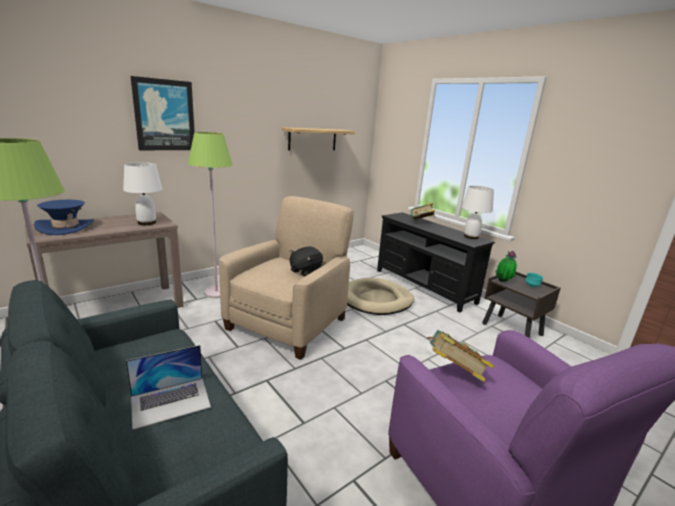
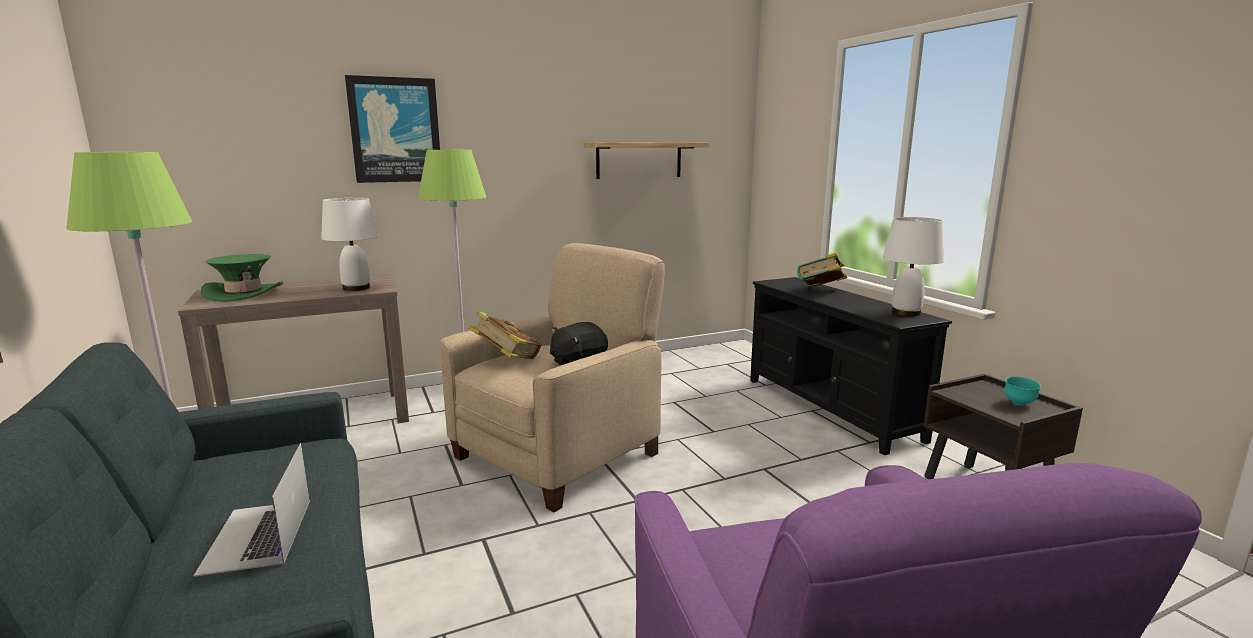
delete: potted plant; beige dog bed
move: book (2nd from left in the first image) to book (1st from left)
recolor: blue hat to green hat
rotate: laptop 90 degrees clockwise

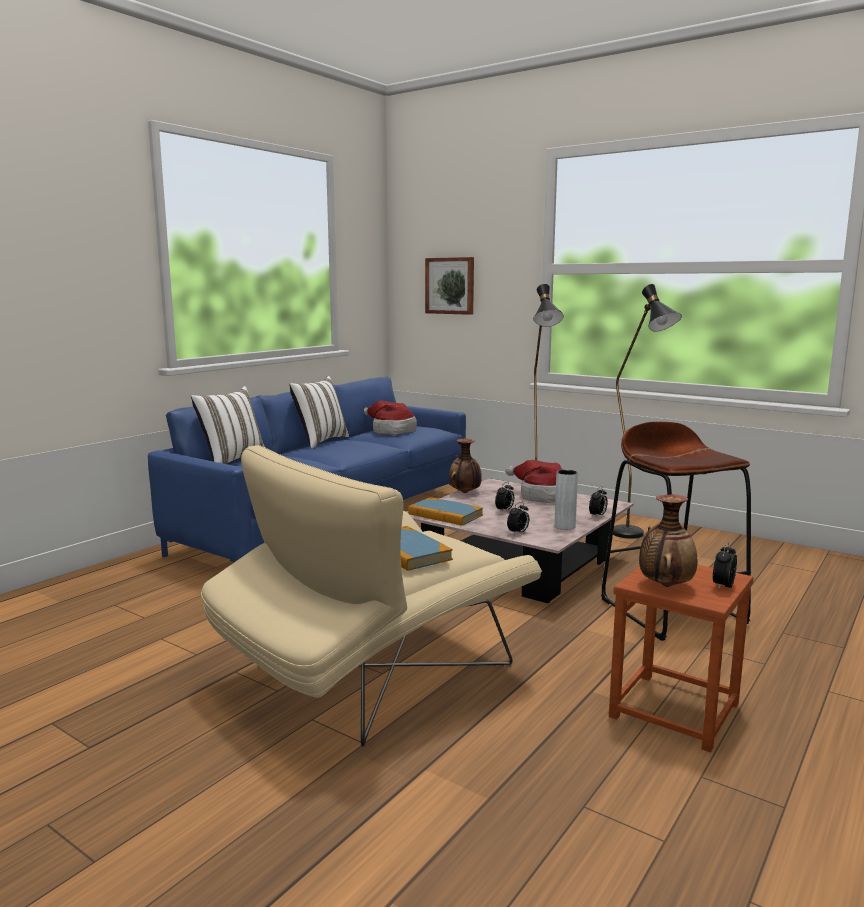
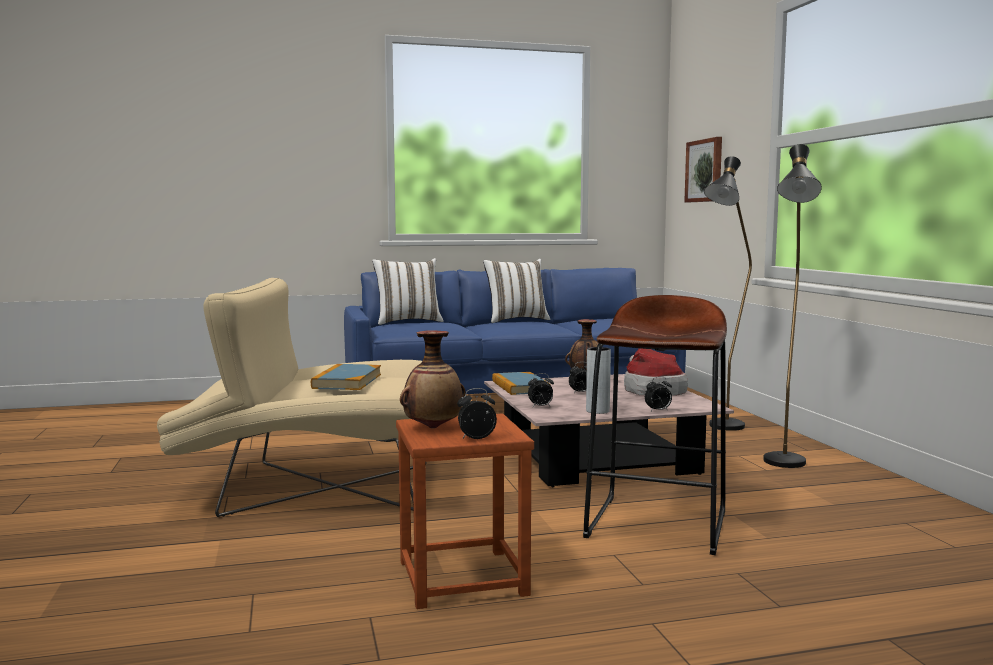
delete: hat (1st from left)

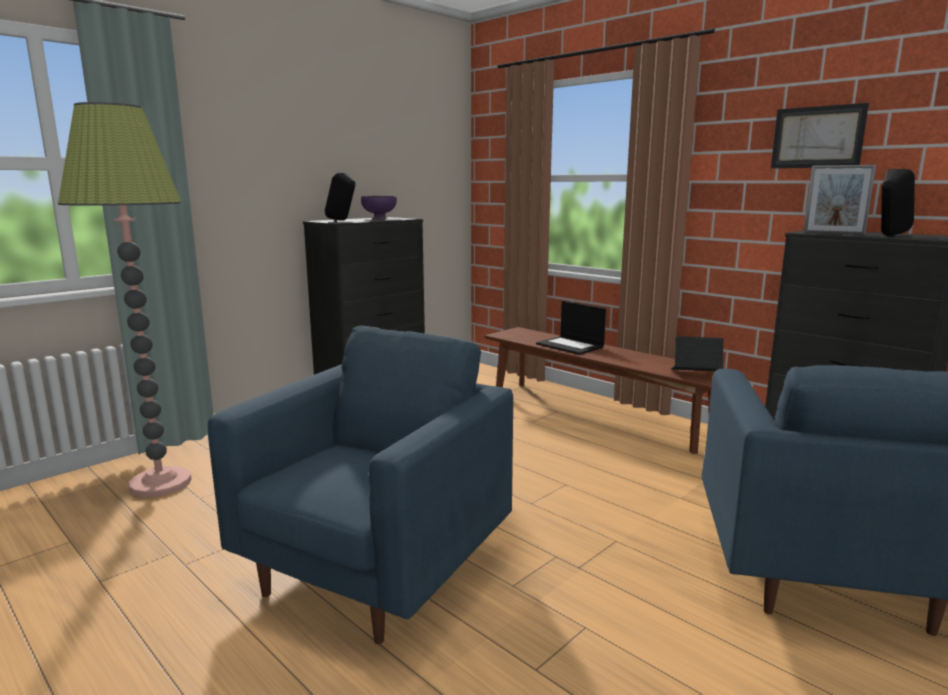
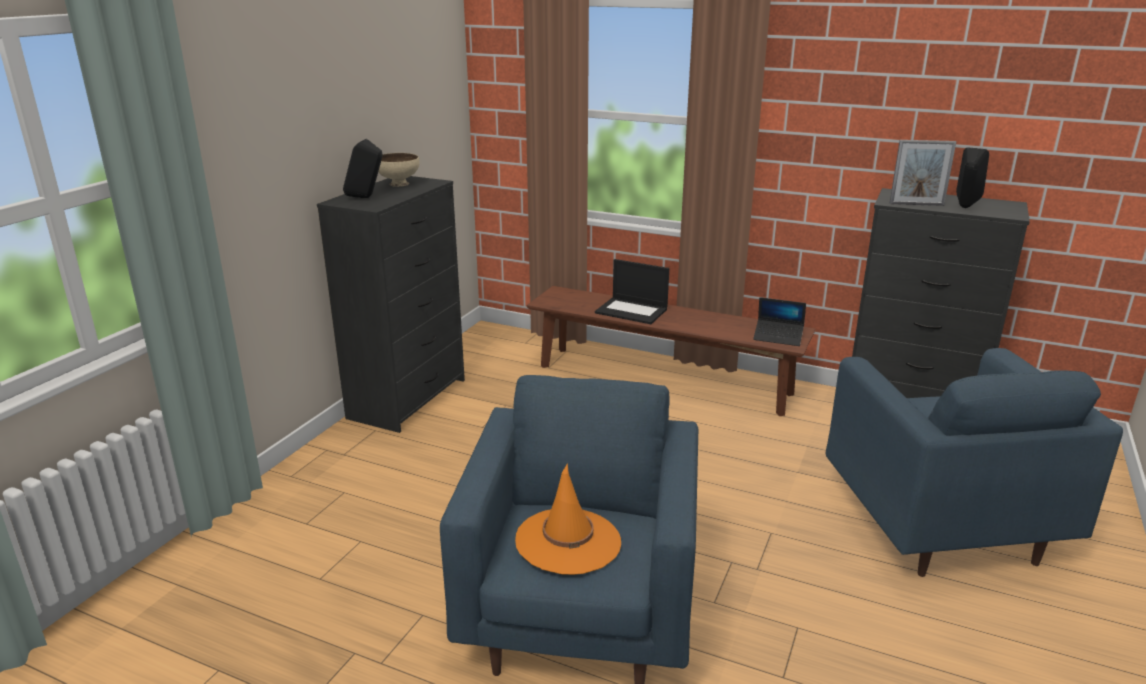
delete: floor lamp; picture
insert: orange hat
recolor: purple bowl to beige bowl
rotate: laptop (2nd from left) 150 degrees counterclockwise

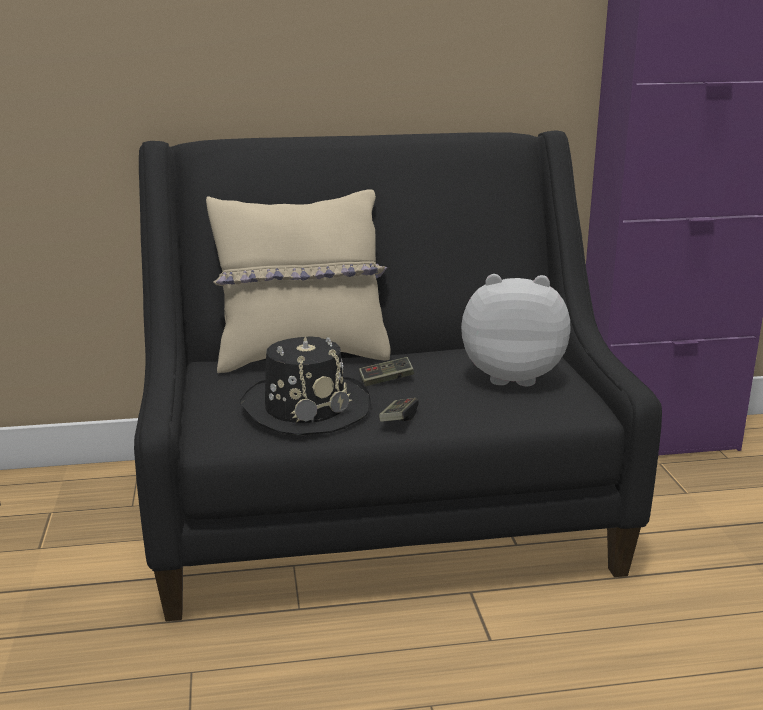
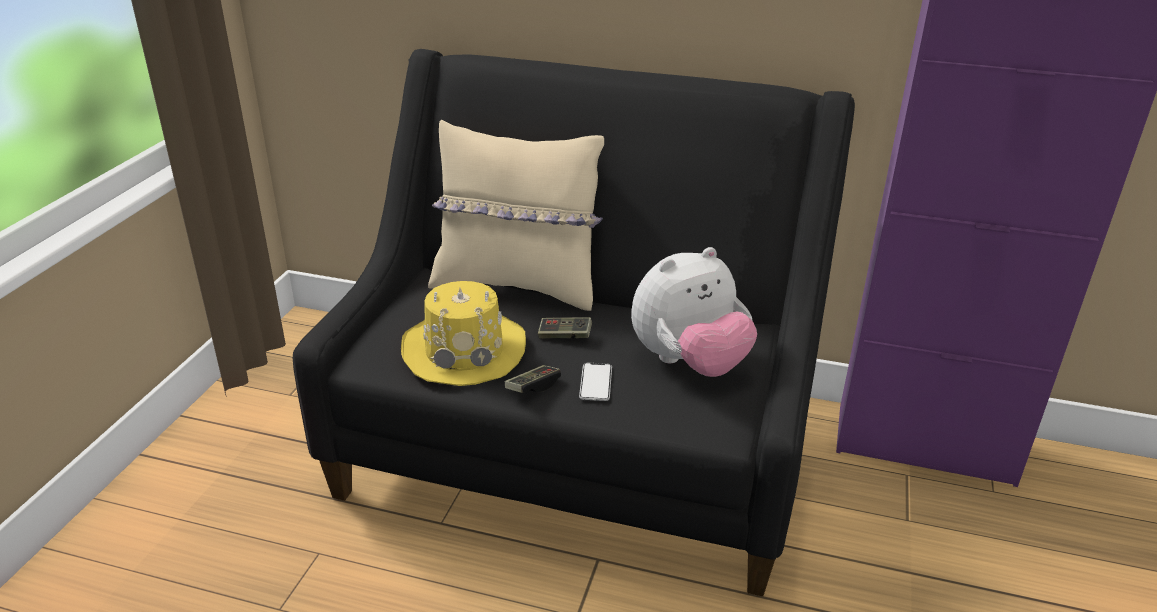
insert: phone
recolor: black hat to yellow hat
rotate: plush toy 120 degrees clockwise

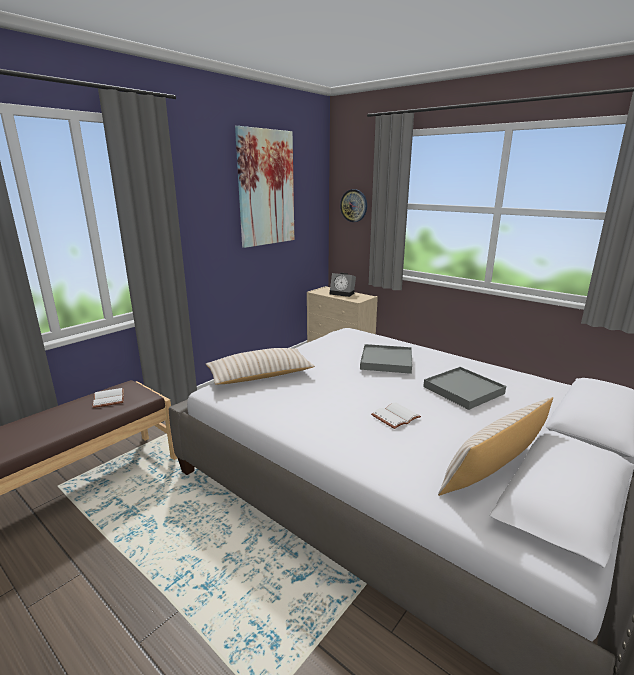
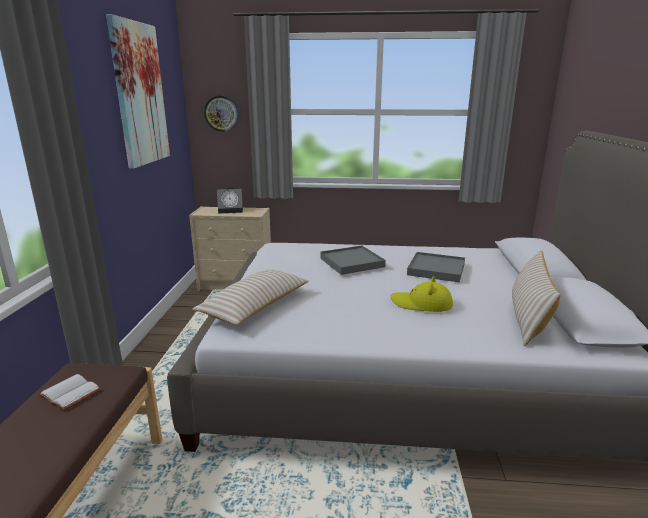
replace: white book (2nd from left) to yellow hat

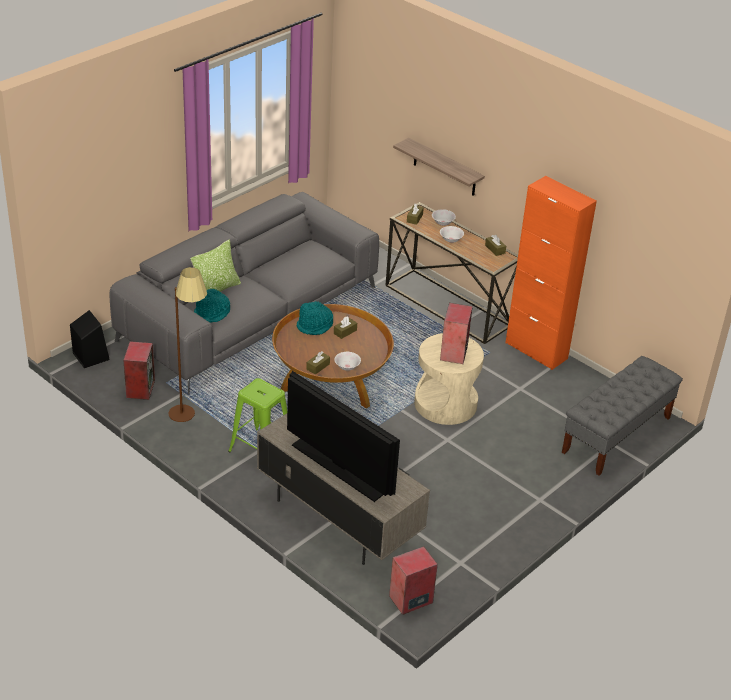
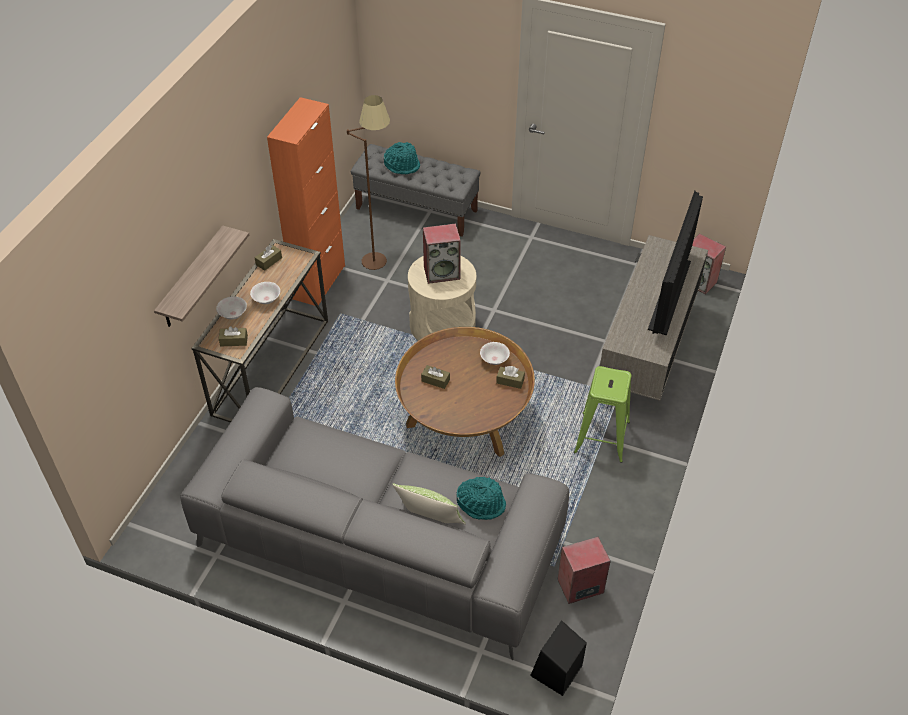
move: brown floor lamp; turquoise hat (2nd from left in the first image) to turquoise hat (1st from left)

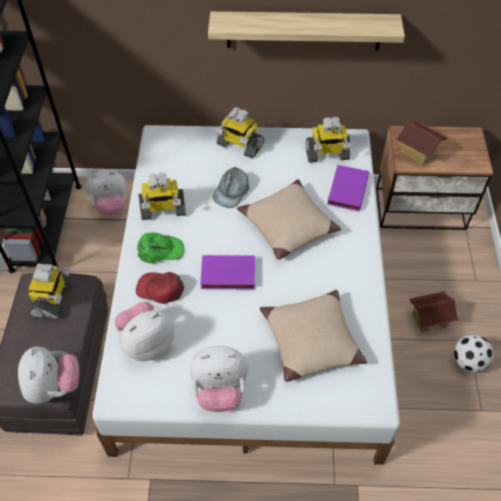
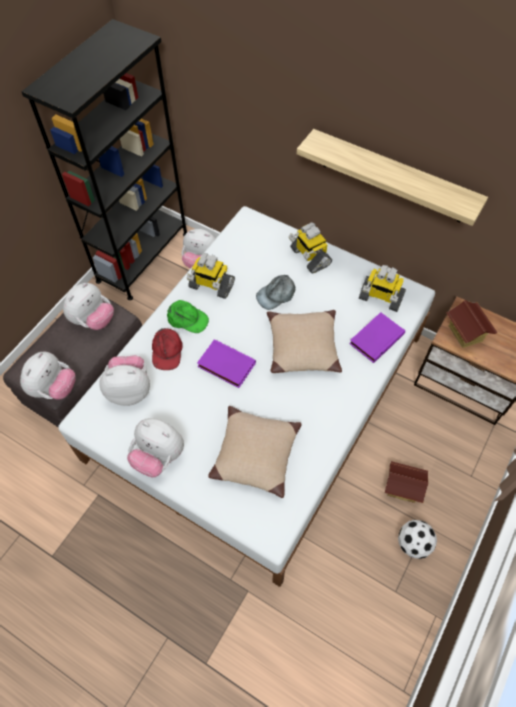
replace: toy robot (1st from left) to plush toy (2nd from left)
rotate: red cap 135 degrees counterclockwise

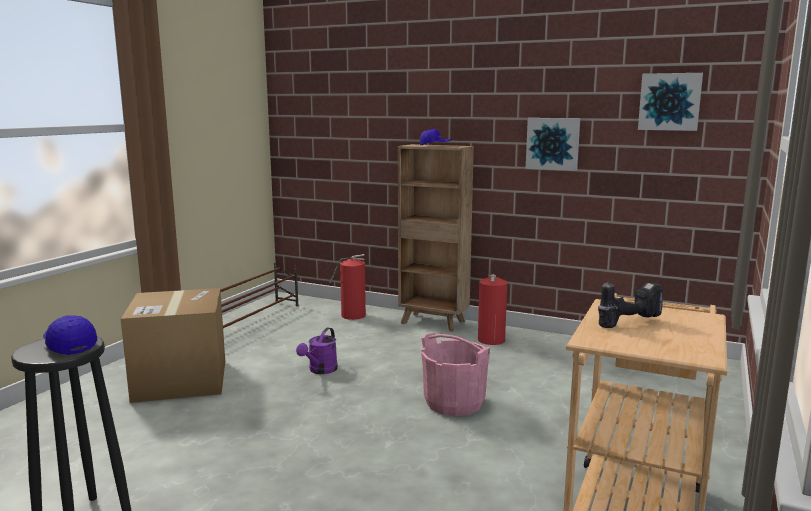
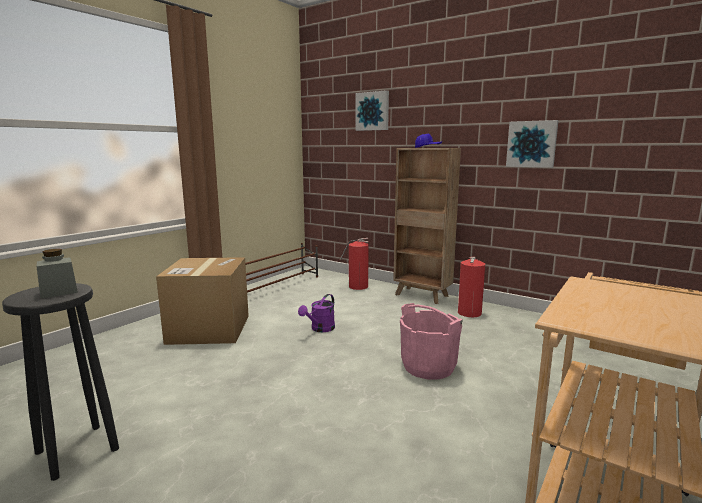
delete: power drill
move: picture (2nd from left in the first image) to picture (1st from left)
replace: blue cap (1st from left) to grey jar

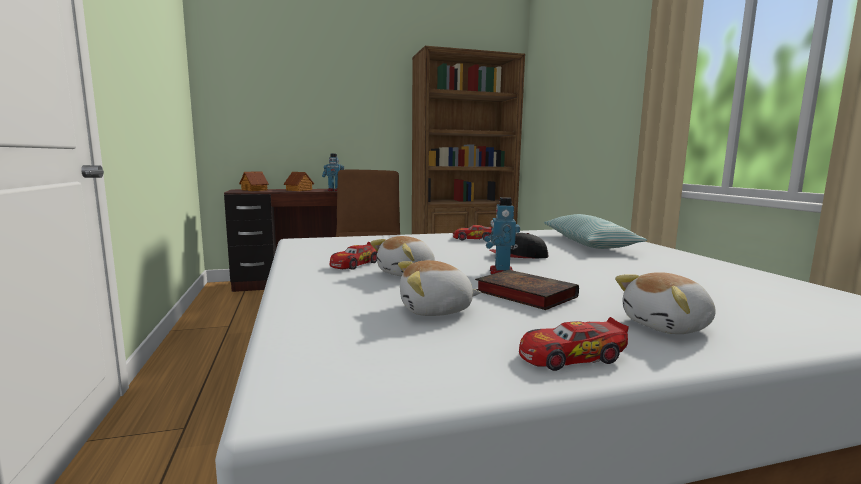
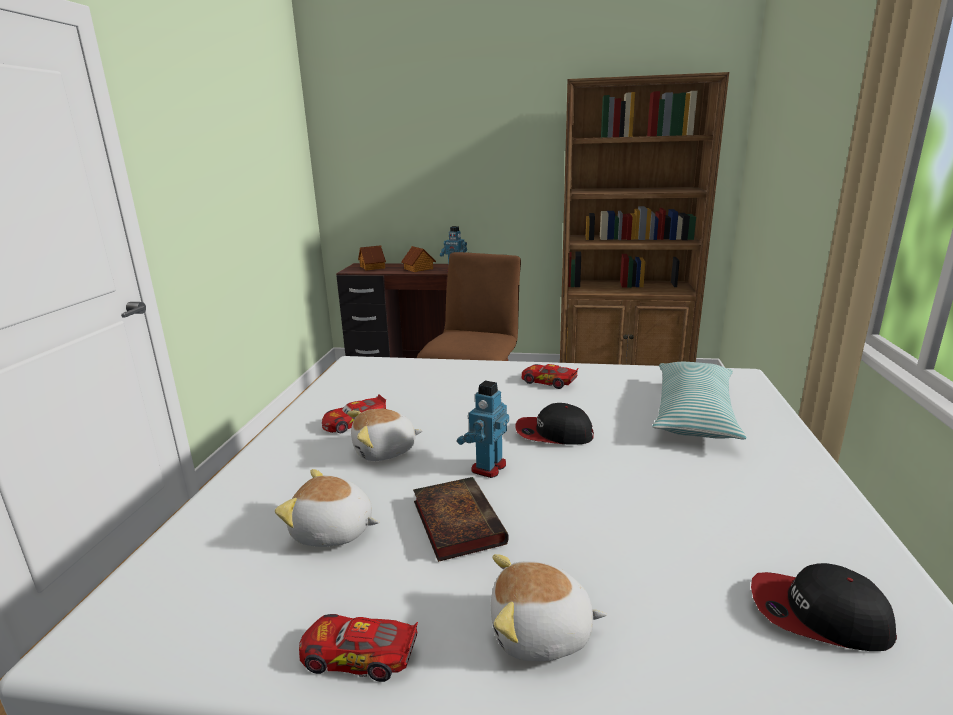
insert: cap (2nd from left)

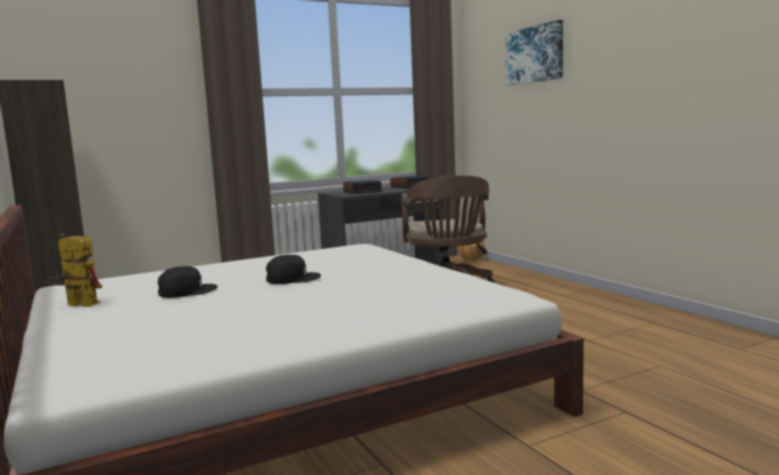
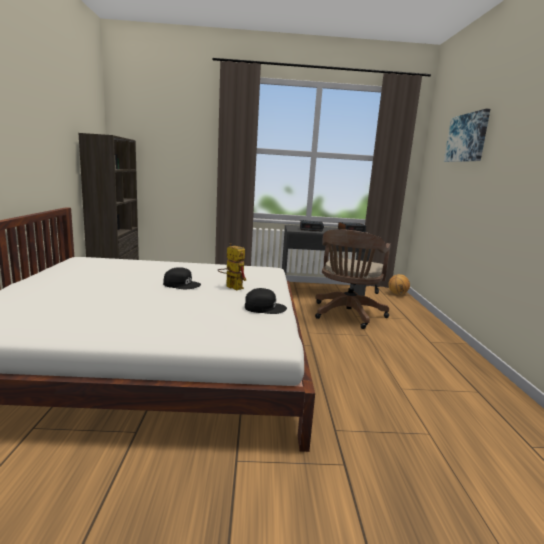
move: toy robot; black cap (1st from left in the first image) to black cap (2nd from left)

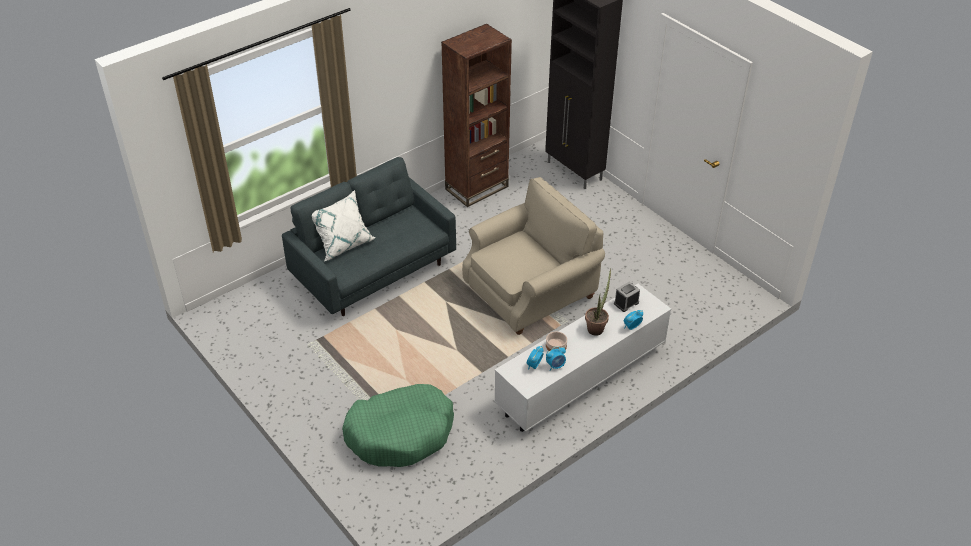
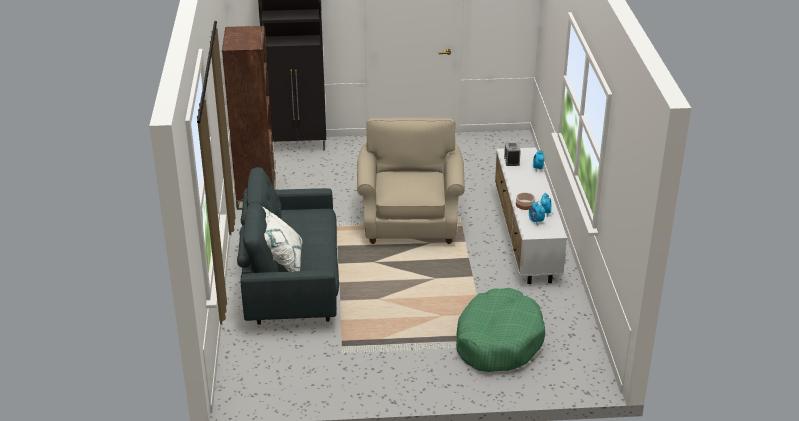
delete: potted plant

